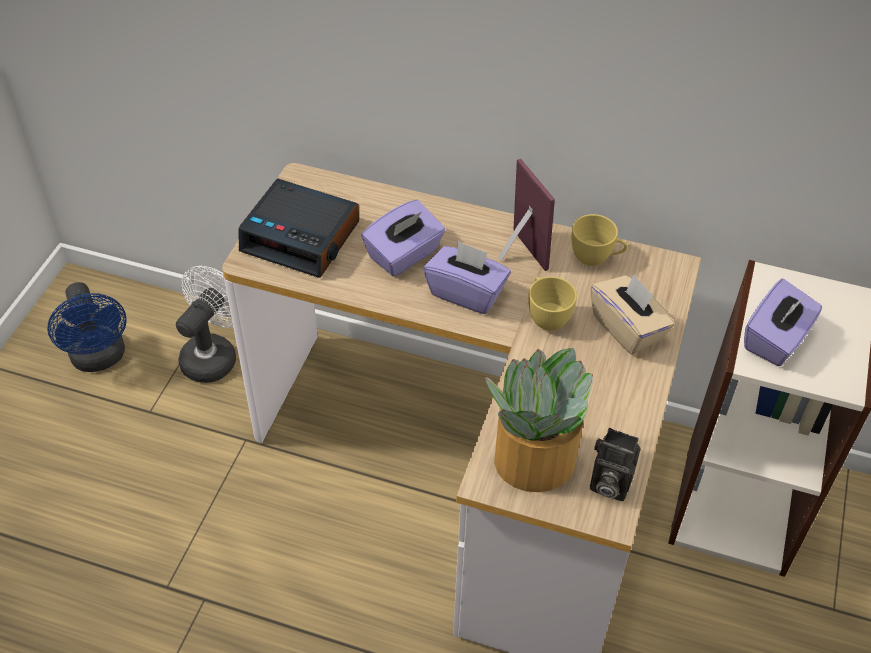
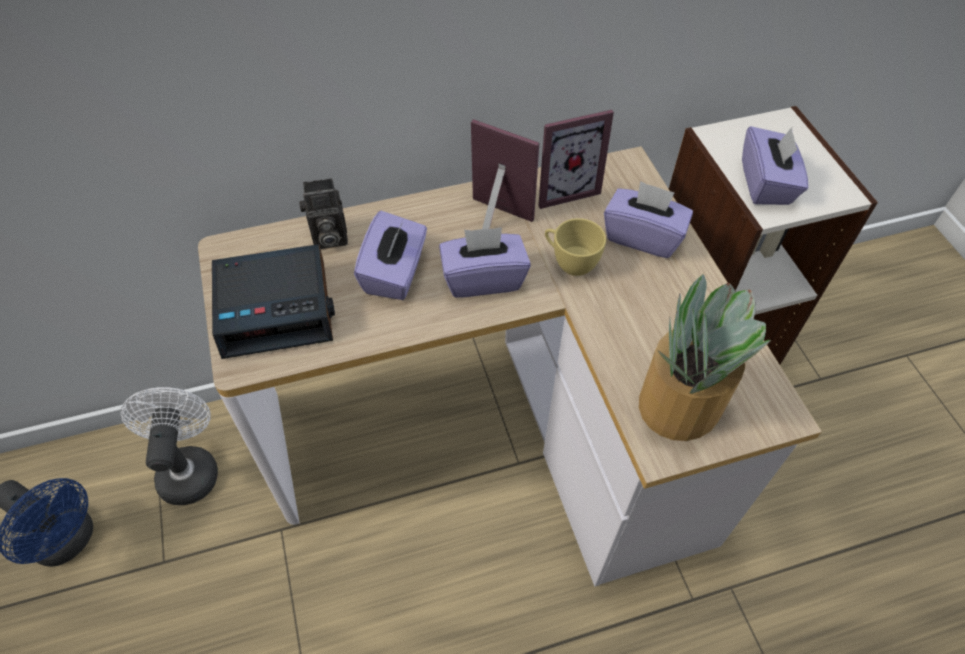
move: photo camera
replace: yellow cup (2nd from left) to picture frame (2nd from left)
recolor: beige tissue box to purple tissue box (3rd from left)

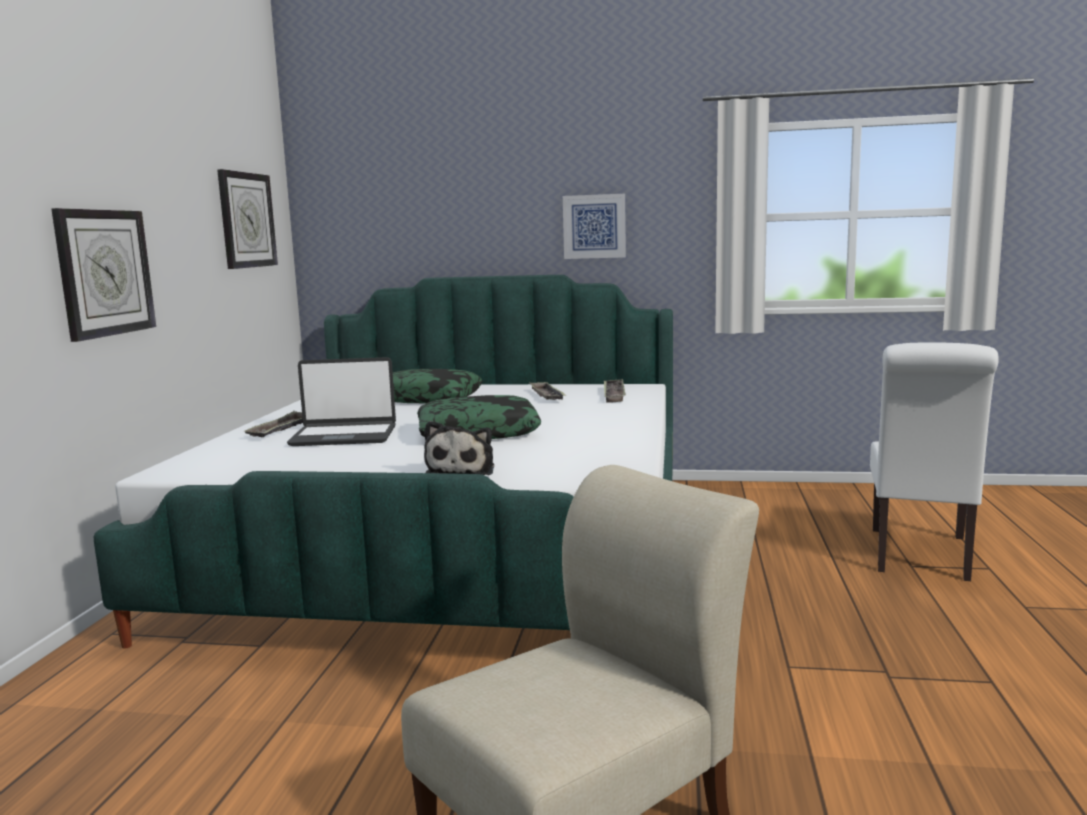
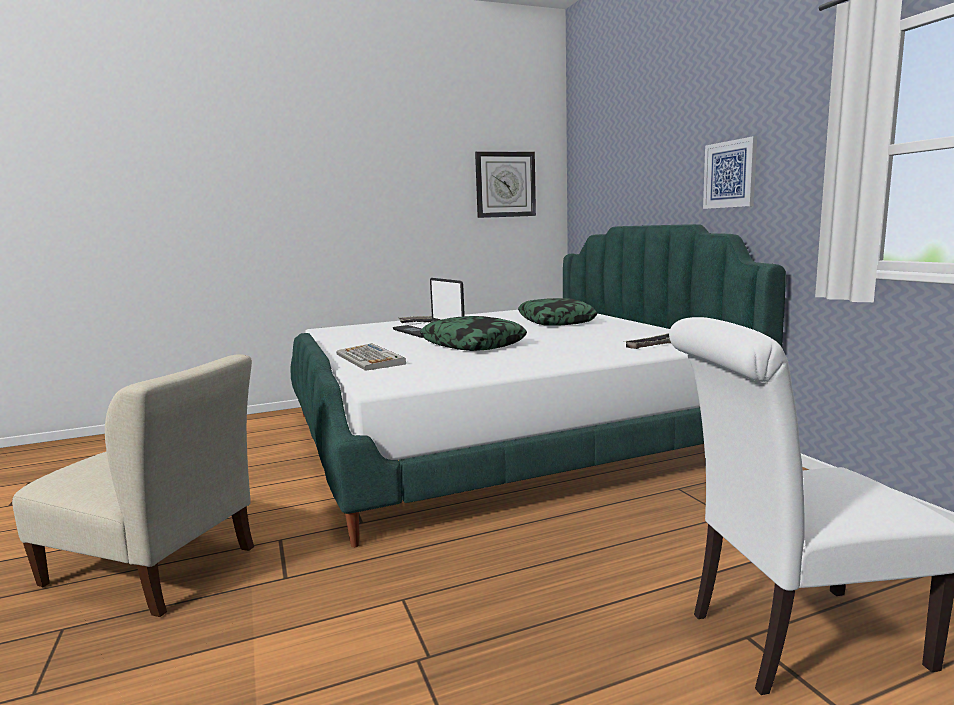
delete: wall clock (1st from left); tray (2nd from left)
replace: plush toy to keyboard

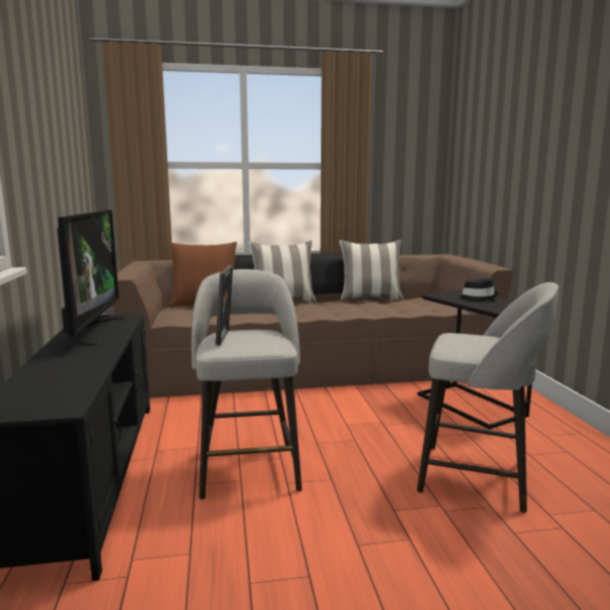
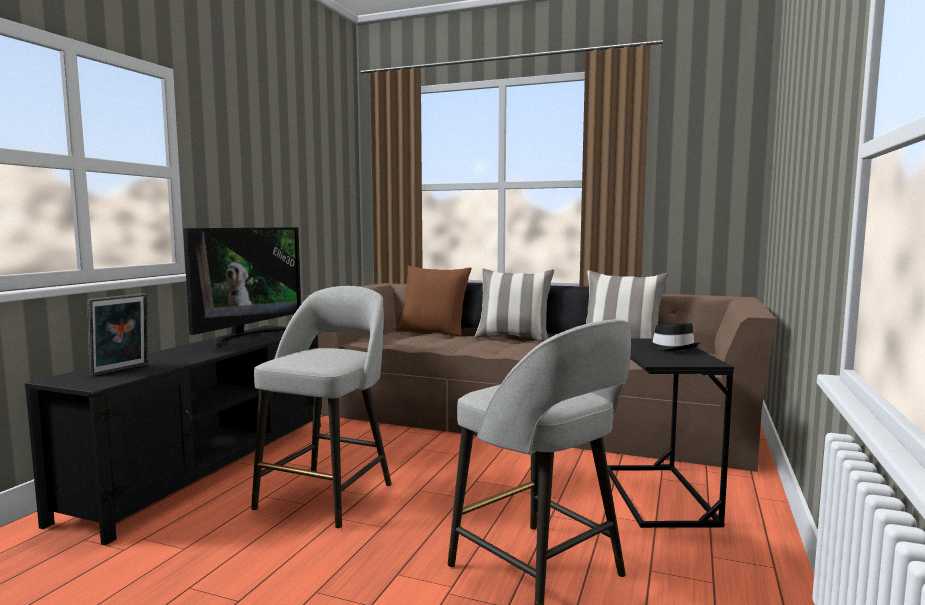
move: picture frame

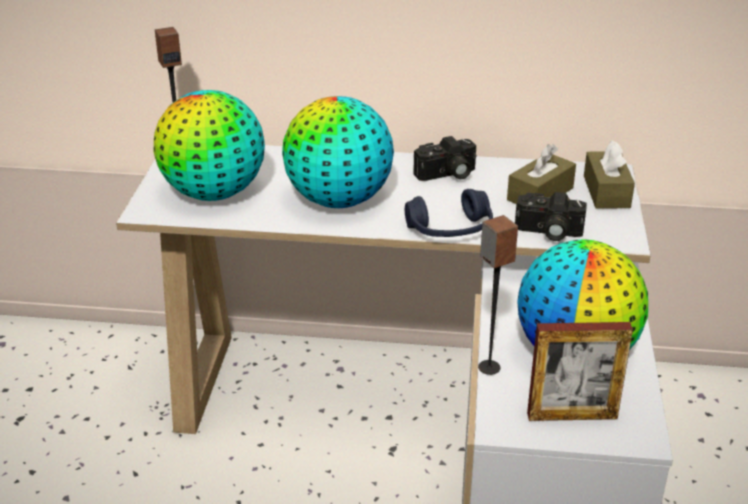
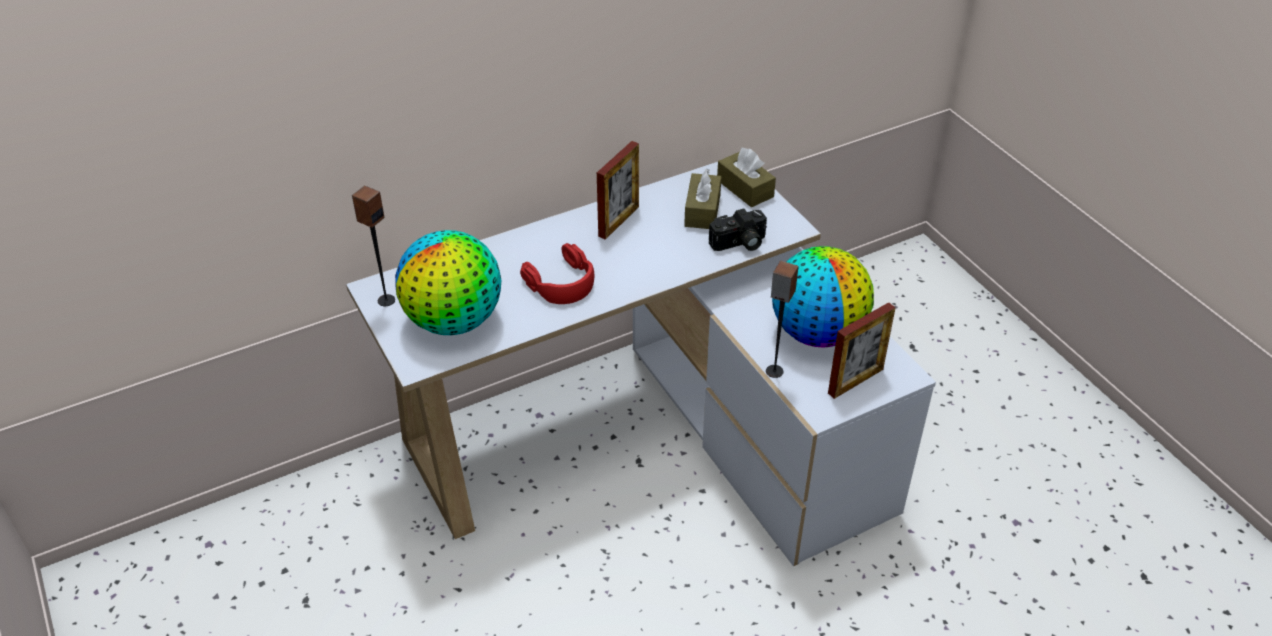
delete: blue headphones
replace: globe (2nd from left) to red headphones; photo camera (1st from left) to picture frame (1st from left)

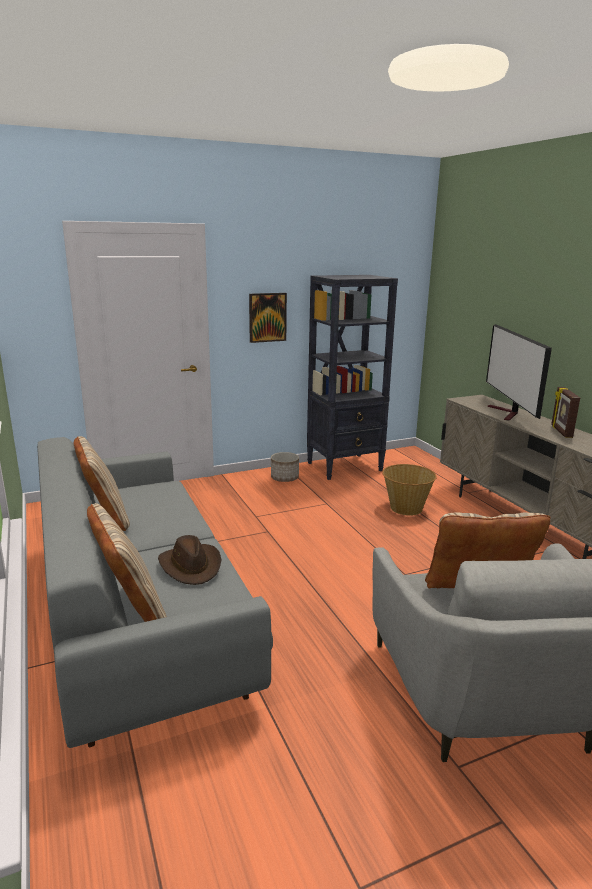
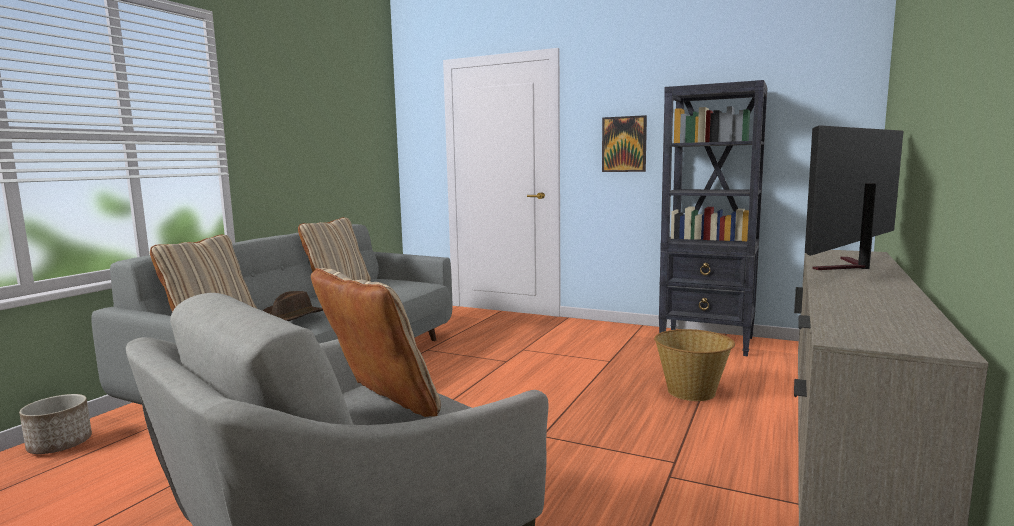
delete: picture frame
move: planter

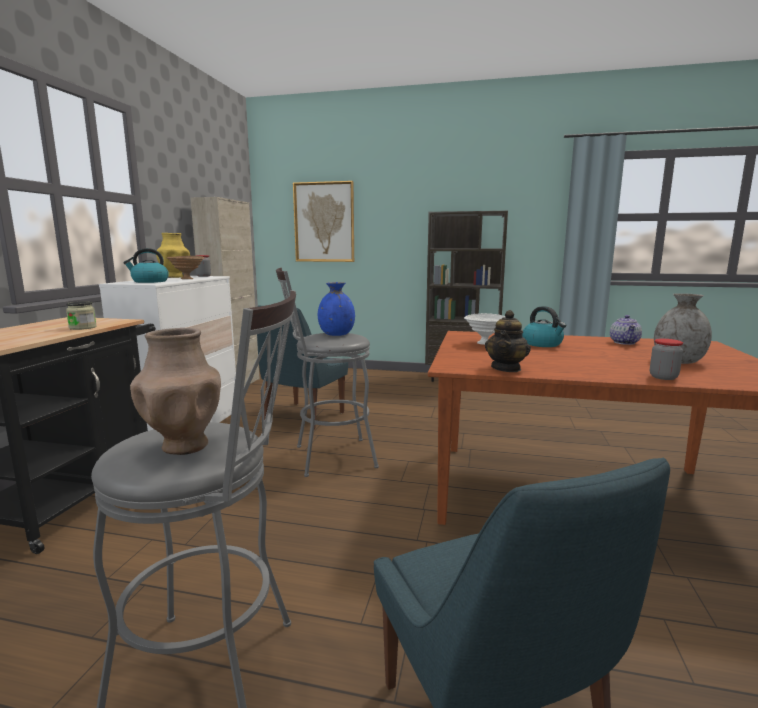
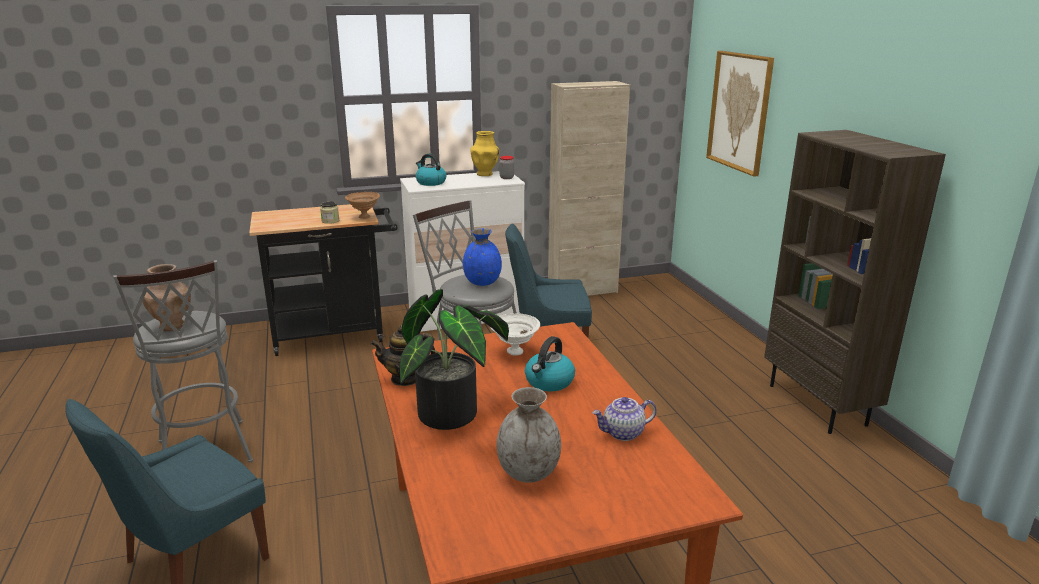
delete: jar (3rd from left)
insert: potted plant
move: brown bowl

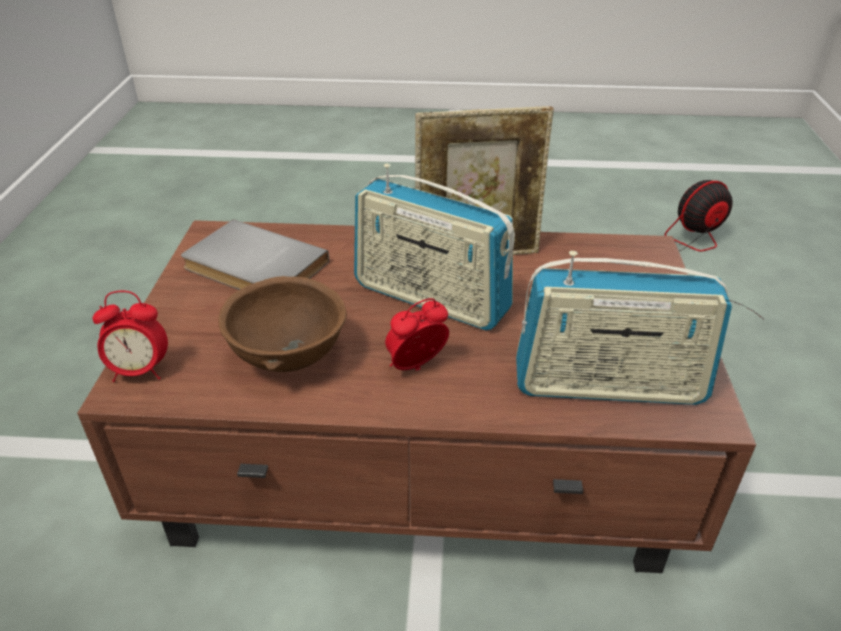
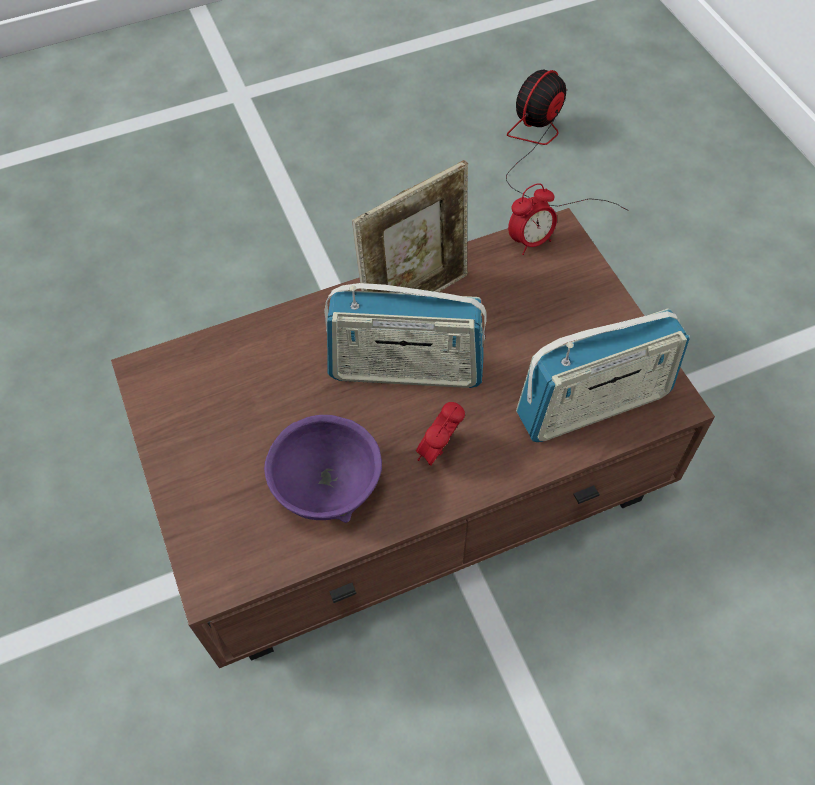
delete: grey book
move: alarm clock (1st from left in the first image) to alarm clock (2nd from left)
recolor: brown bowl to purple bowl

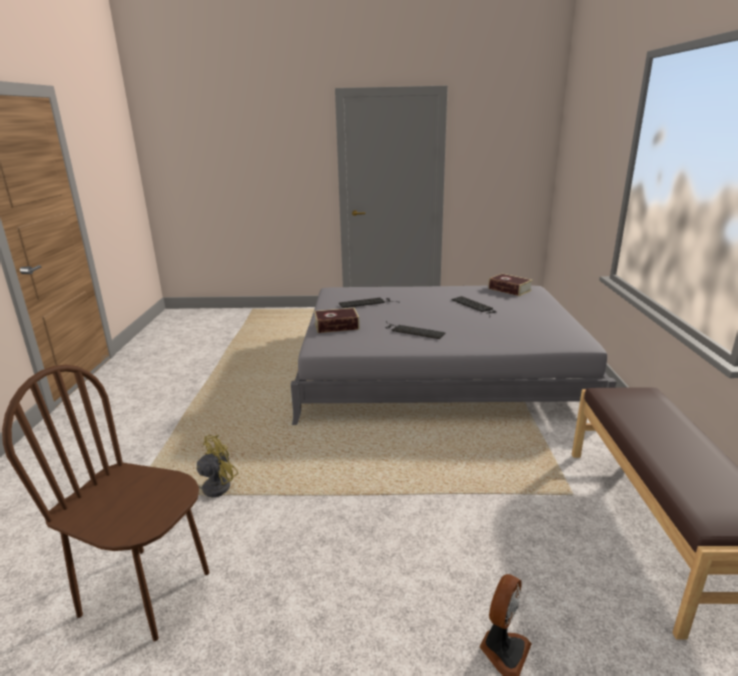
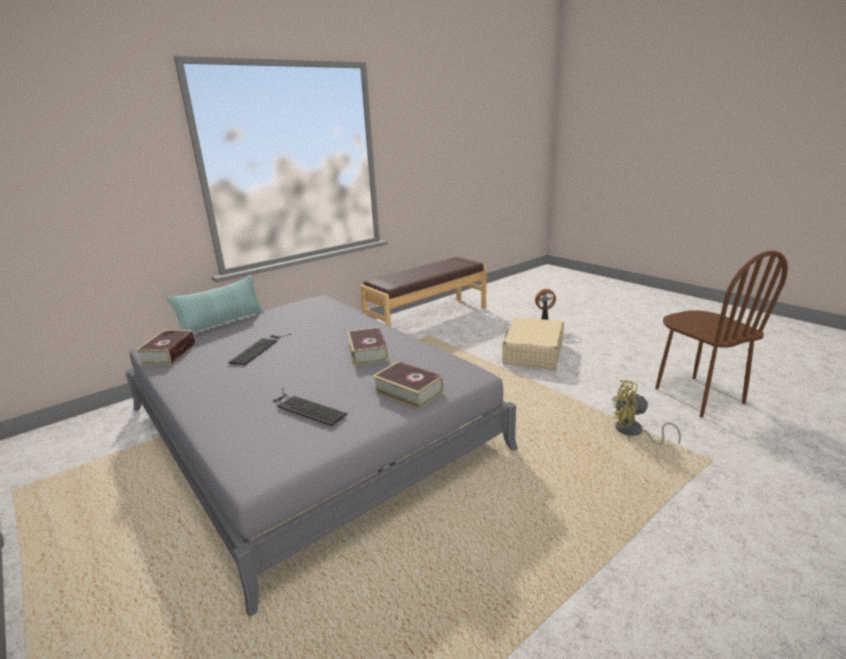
insert: pillow; beige suitcase
replace: keyboard (2nd from left) to book (2nd from left)

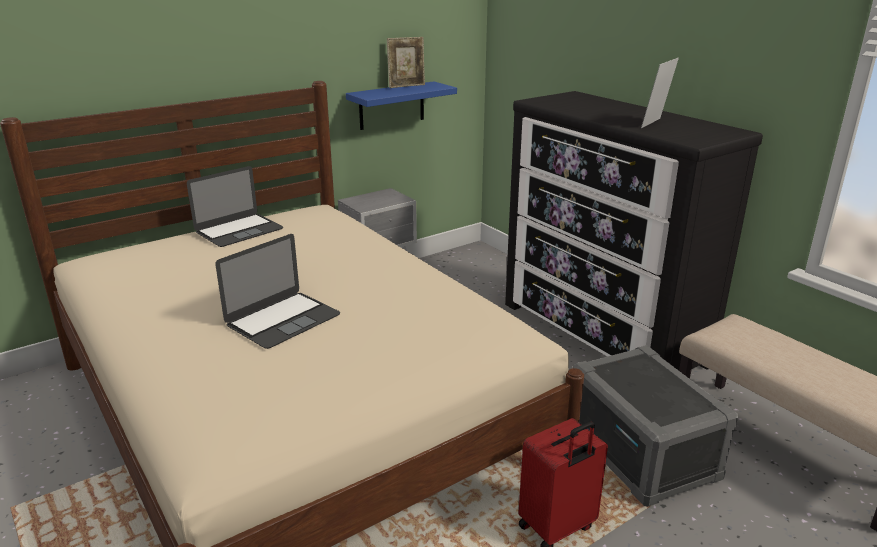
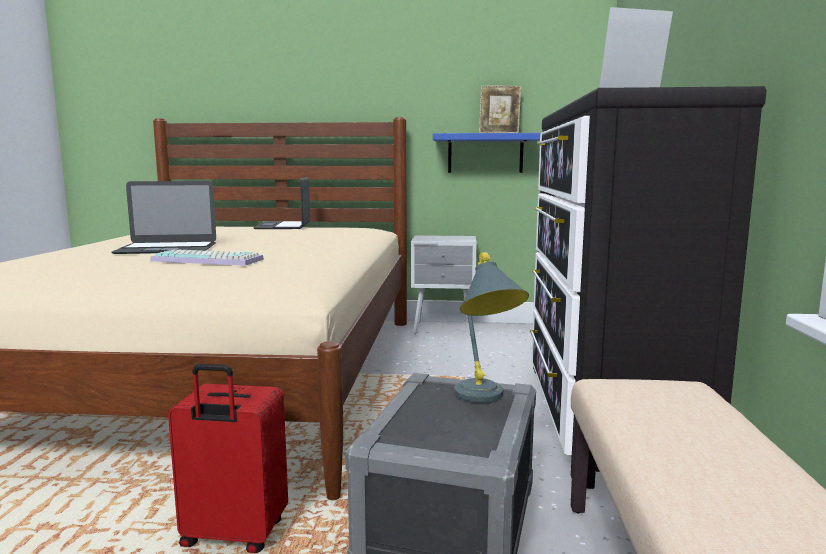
insert: keyboard; grey table lamp
rotate: laptop (1st from left in the first image) 90 degrees clockwise

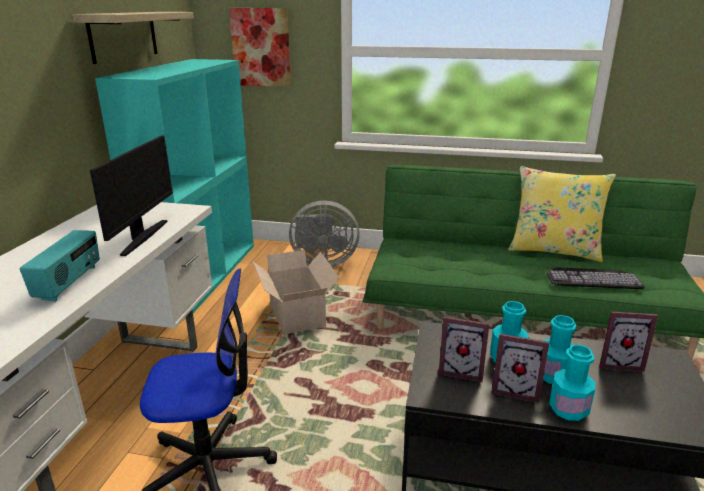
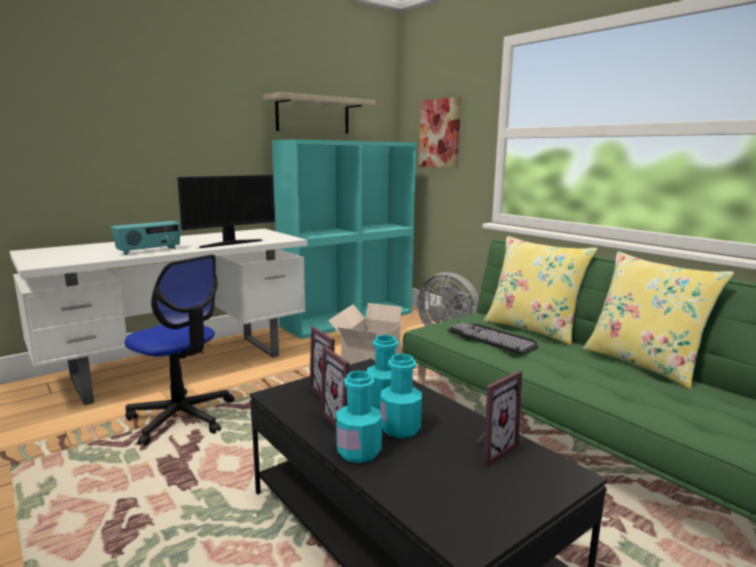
insert: yellow pillow (1st from left)
move: keyboard
rotate: picture frame (3rd from left) 90 degrees counterclockwise

